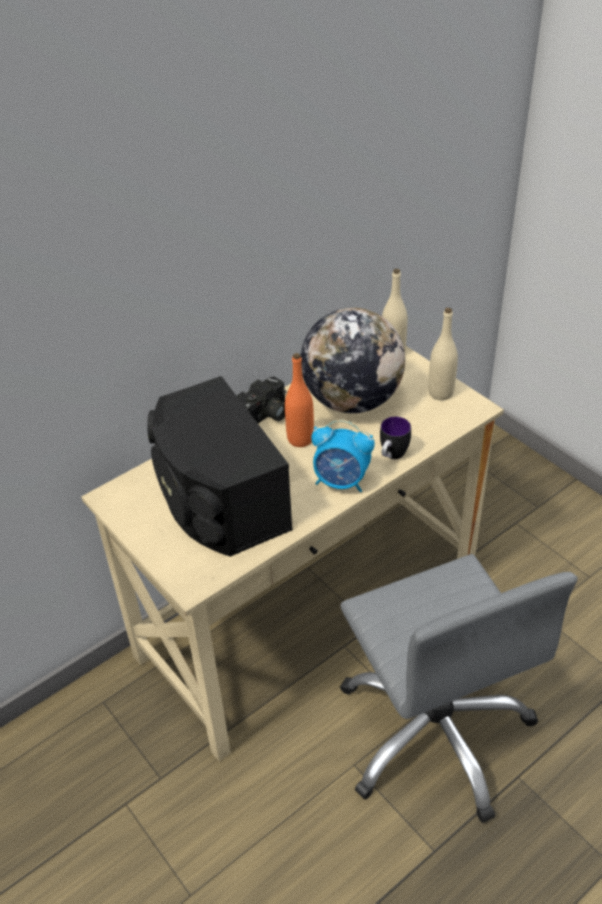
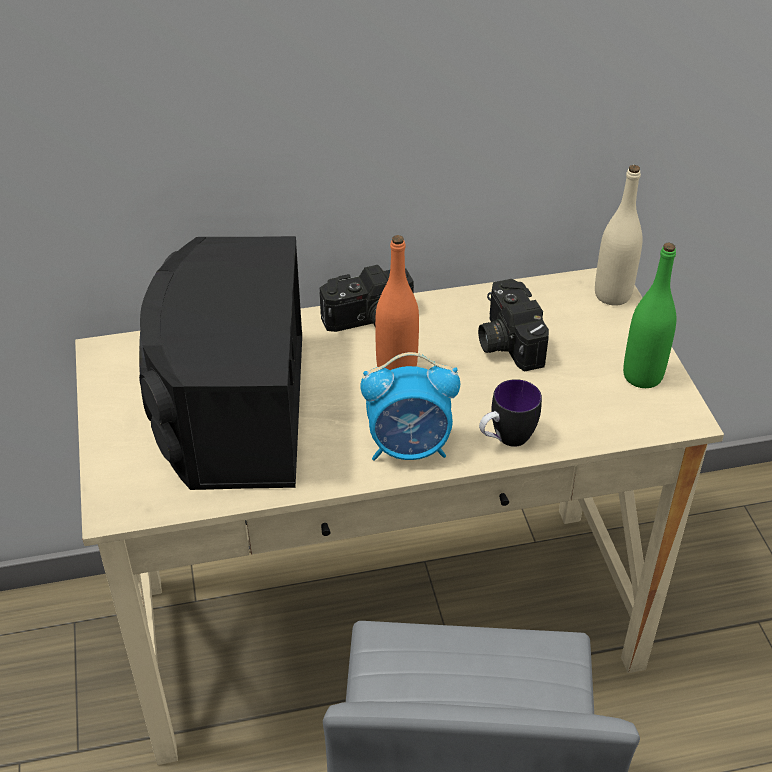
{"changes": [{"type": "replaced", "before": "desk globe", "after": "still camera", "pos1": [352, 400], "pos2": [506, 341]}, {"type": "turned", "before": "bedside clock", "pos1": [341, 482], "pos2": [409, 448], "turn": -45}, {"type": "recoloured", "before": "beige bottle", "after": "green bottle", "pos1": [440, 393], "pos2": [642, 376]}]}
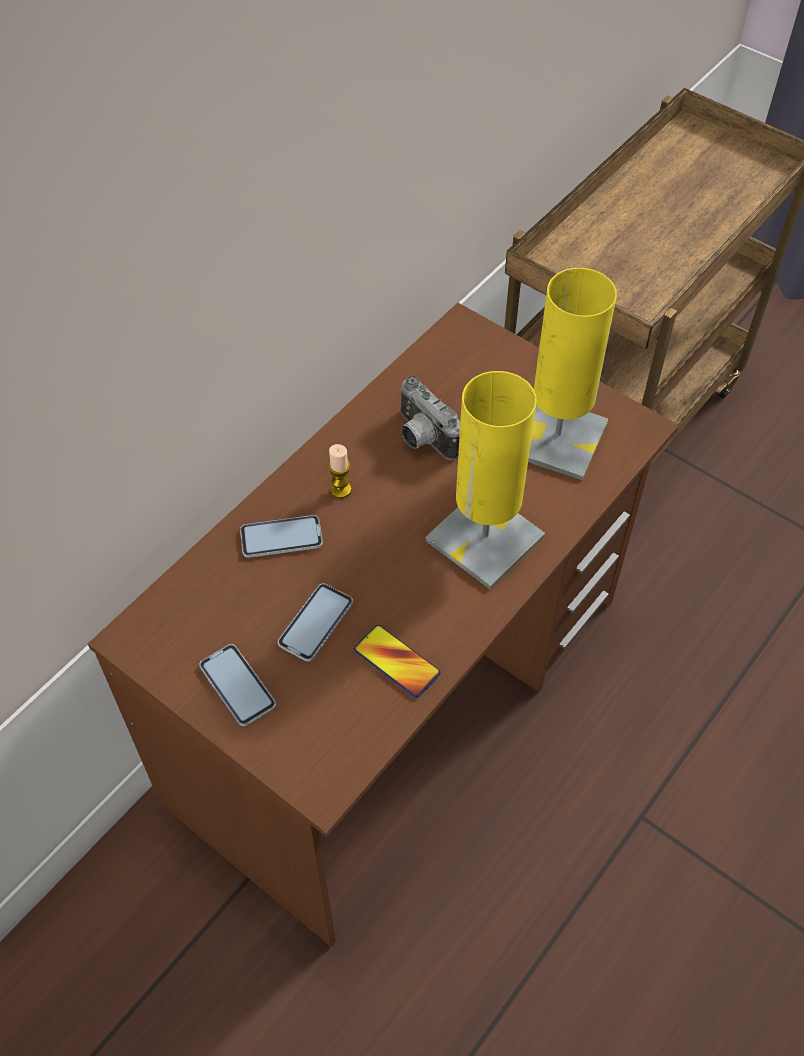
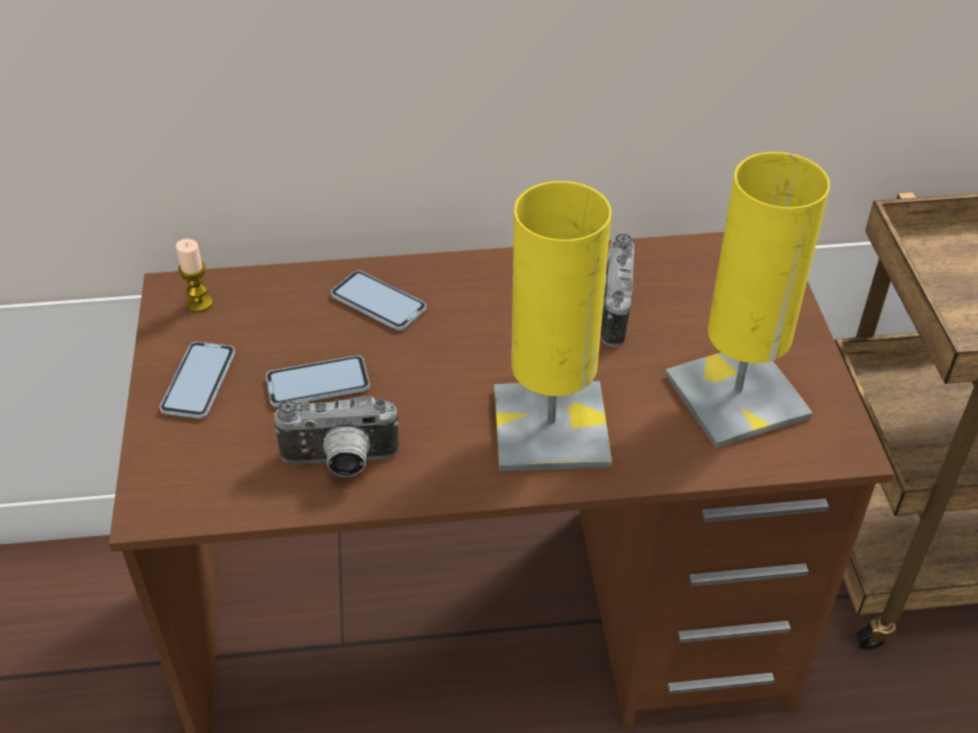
{"changes": [{"type": "moved", "before": "candle", "pos1": [340, 489], "pos2": [199, 303]}, {"type": "replaced", "before": "telephone", "after": "still camera", "pos1": [397, 662], "pos2": [340, 463]}]}
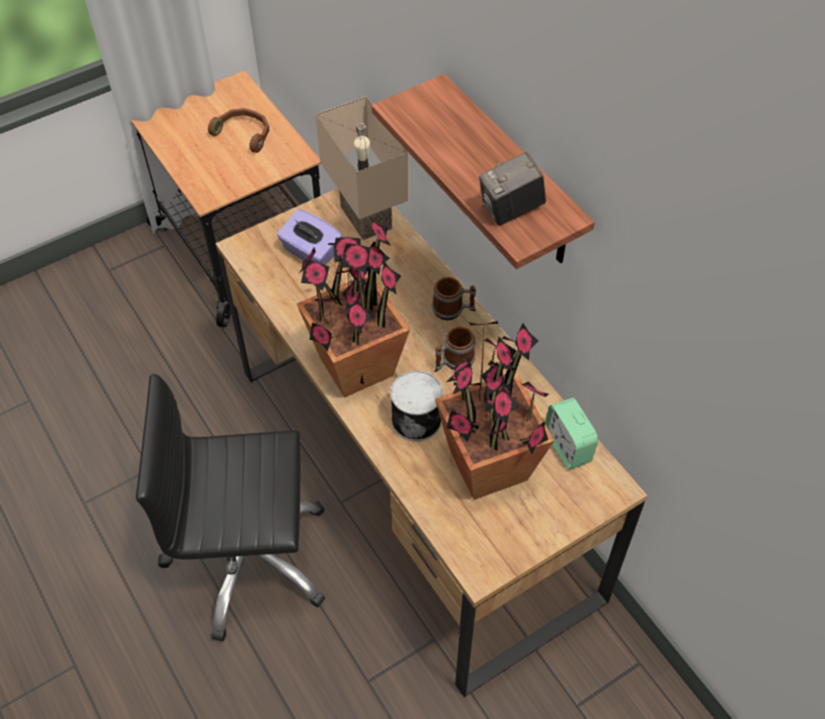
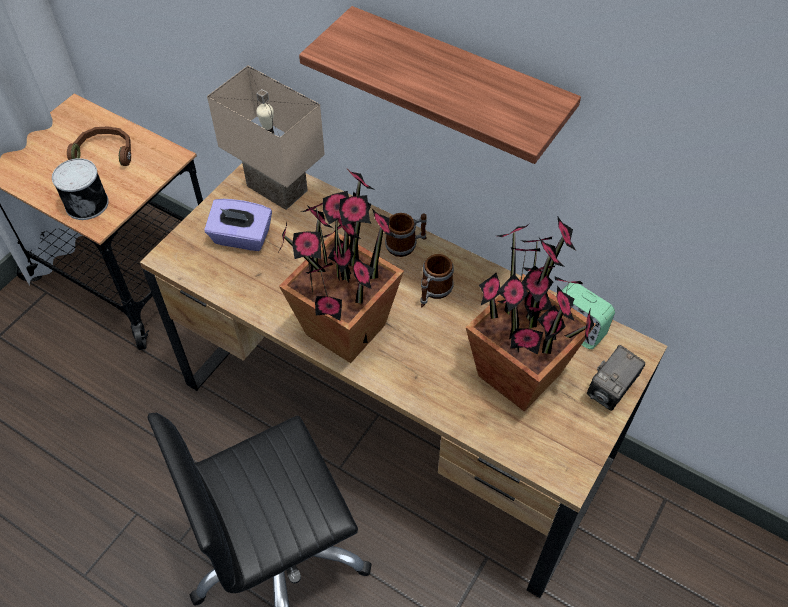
{"changes": [{"type": "moved", "before": "can", "pos1": [417, 419], "pos2": [87, 203]}, {"type": "moved", "before": "still camera", "pos1": [510, 210], "pos2": [610, 391]}]}
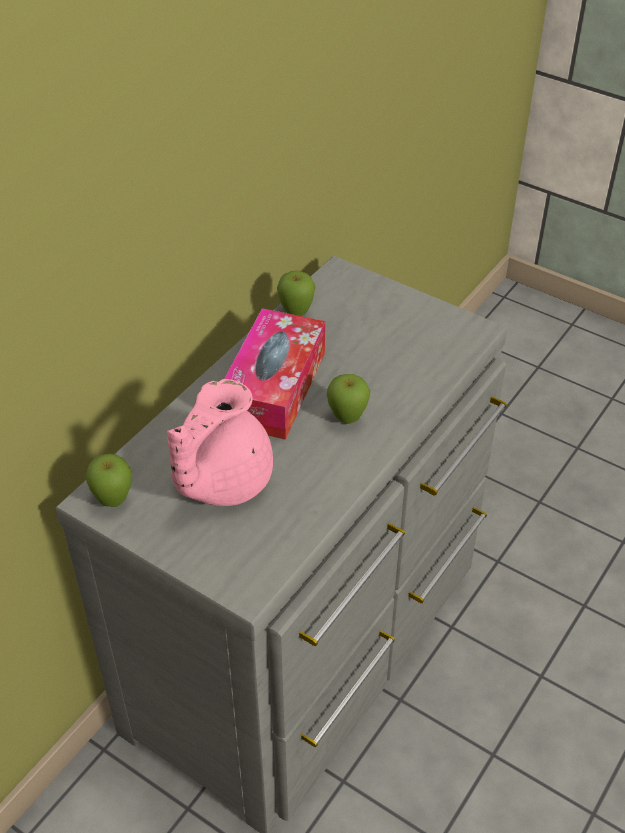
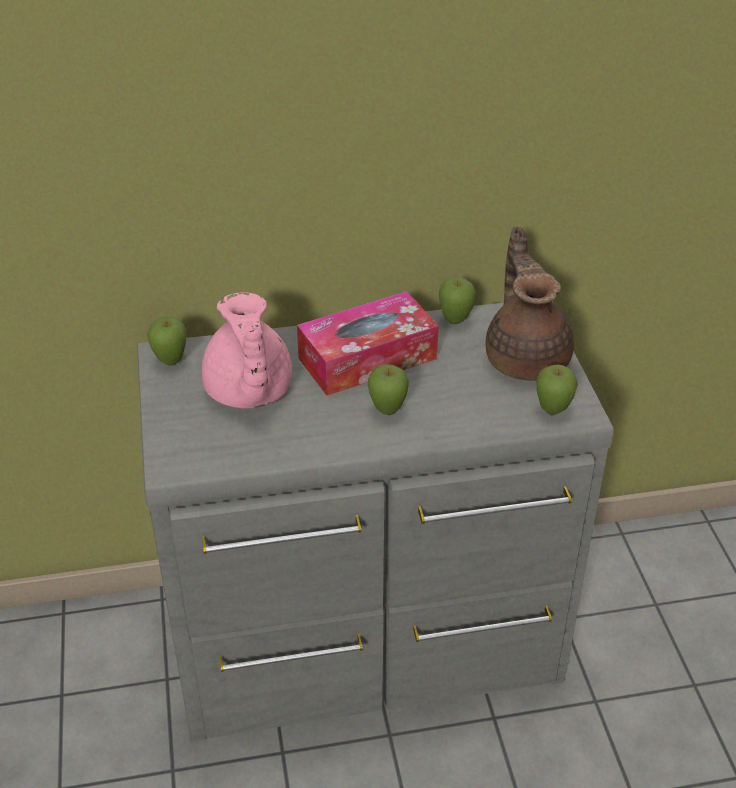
{"changes": [{"type": "turned", "before": "pink pot for tea", "pos1": [220, 481], "pos2": [248, 392], "turn": -90}, {"type": "added", "after": "brown pot for tea", "pos2": [526, 357]}, {"type": "added", "after": "apple", "pos2": [552, 411]}]}
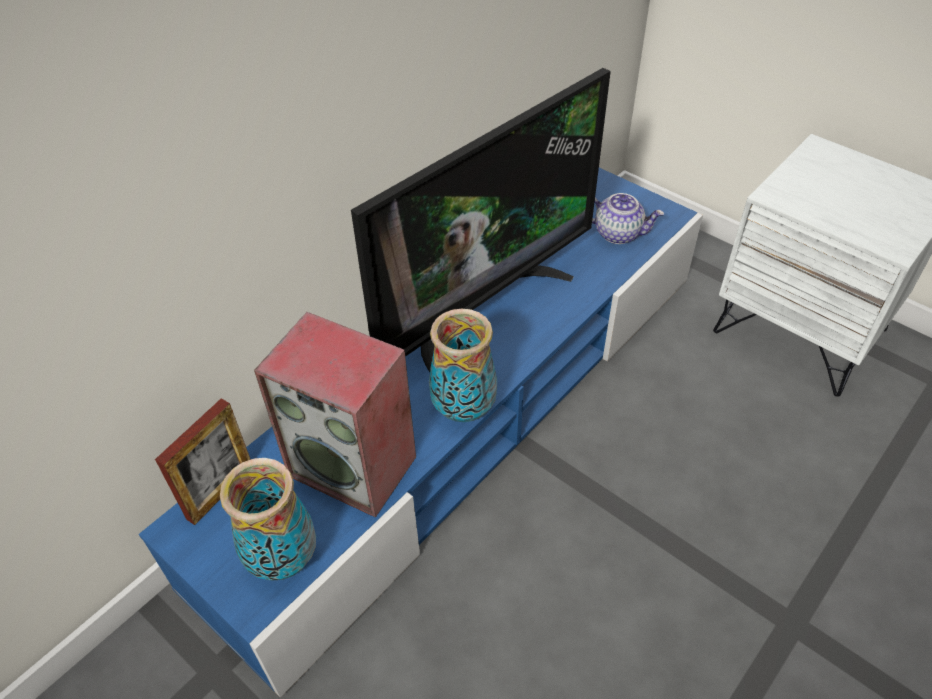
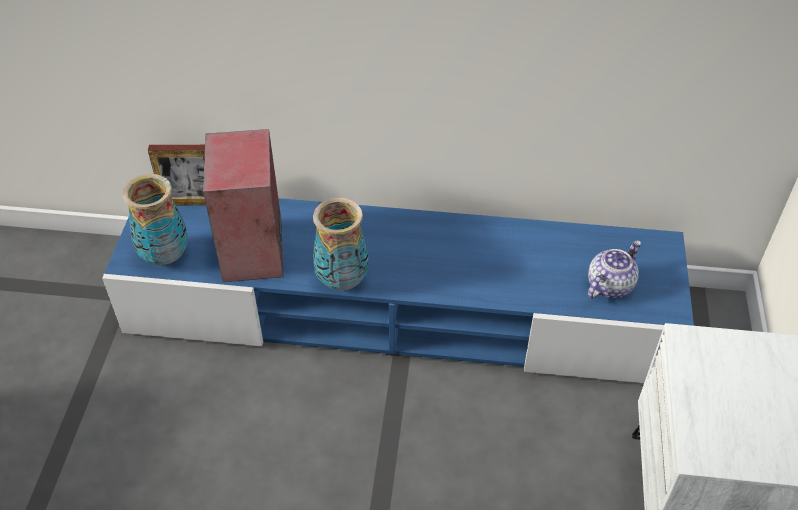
{"changes": [{"type": "removed", "before": "television", "pos1": [482, 307]}, {"type": "turned", "before": "pot for tea", "pos1": [618, 233], "pos2": [609, 285], "turn": -120}]}
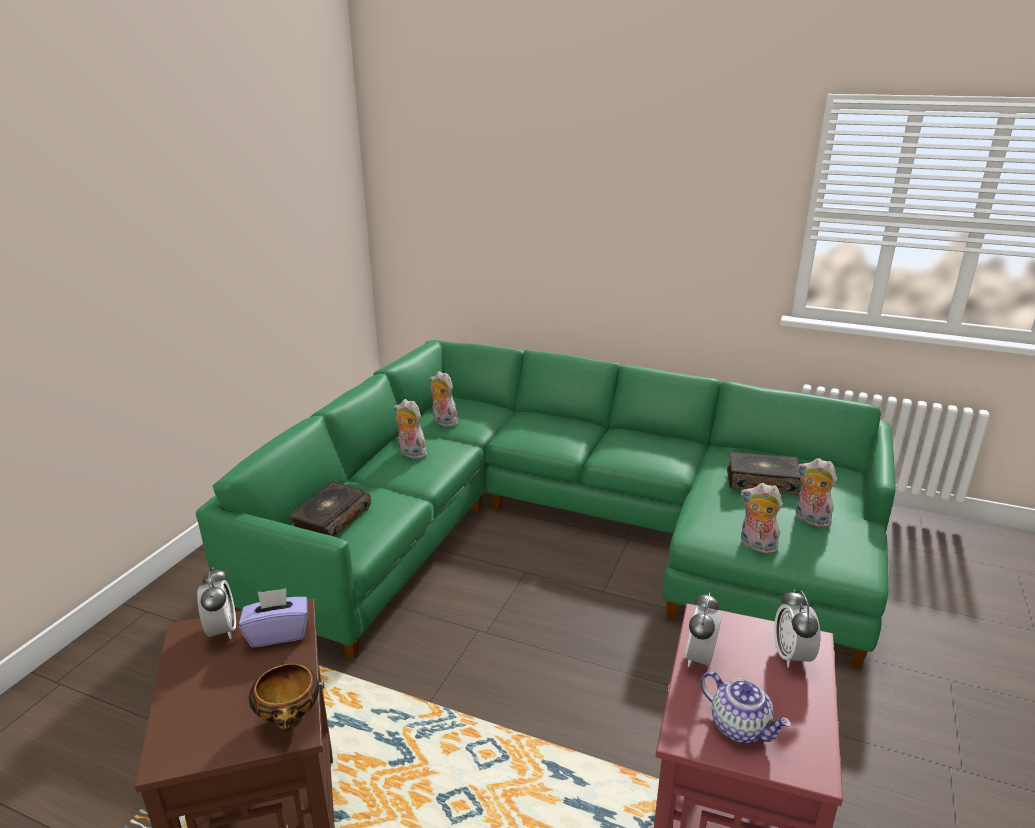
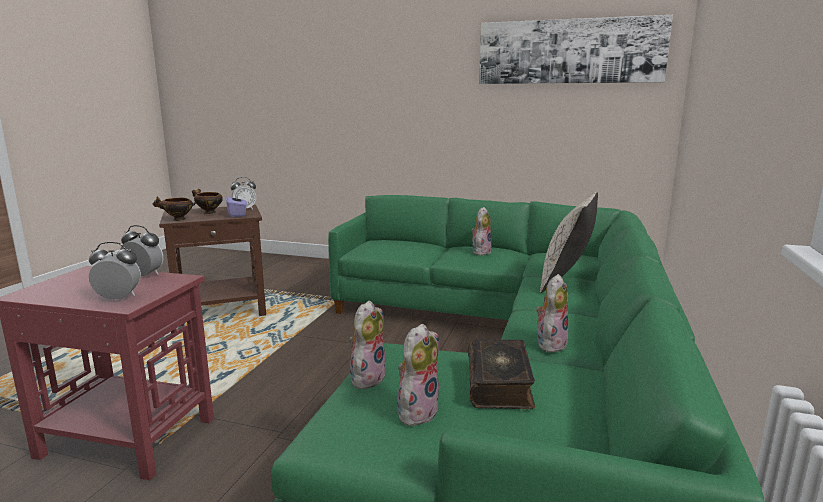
{"changes": [{"type": "removed", "before": "volume", "pos1": [330, 521]}, {"type": "moved", "before": "cuddly toy", "pos1": [443, 422], "pos2": [550, 343]}, {"type": "removed", "before": "pot for tea", "pos1": [740, 727]}, {"type": "added", "after": "deep dish", "pos2": [208, 212]}, {"type": "added", "after": "wall picture", "pos2": [569, 51]}, {"type": "added", "after": "beige throw pillow", "pos2": [566, 280]}]}
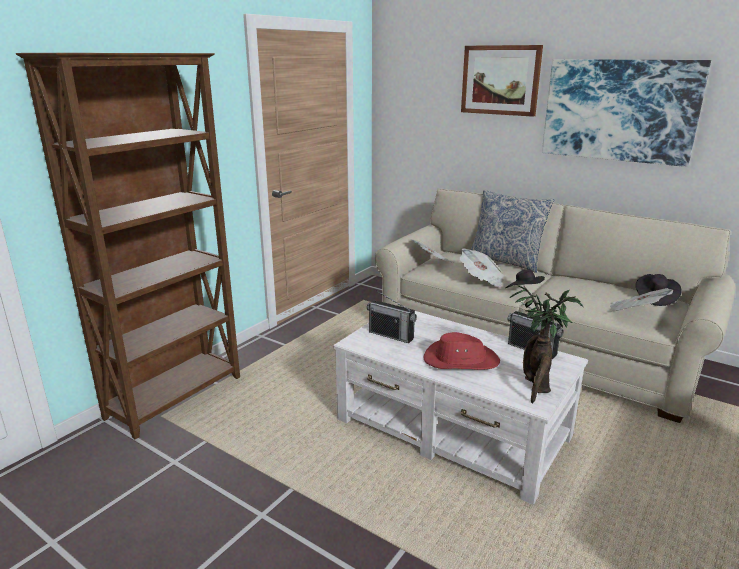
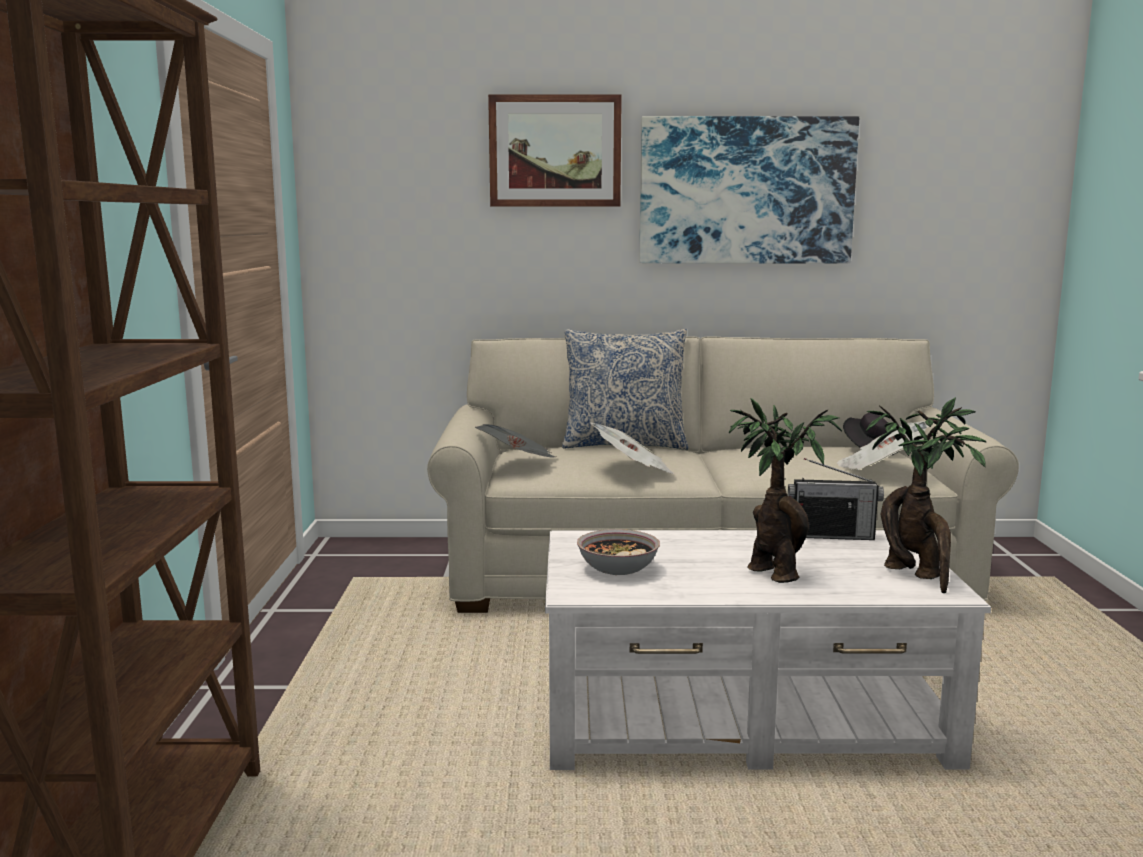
{"changes": [{"type": "replaced", "before": "radio", "after": "deep dish", "pos1": [391, 335], "pos2": [618, 568]}, {"type": "replaced", "before": "red hat", "after": "potted plant", "pos1": [460, 360], "pos2": [771, 572]}, {"type": "removed", "before": "black-coloured hat", "pos1": [524, 292]}]}
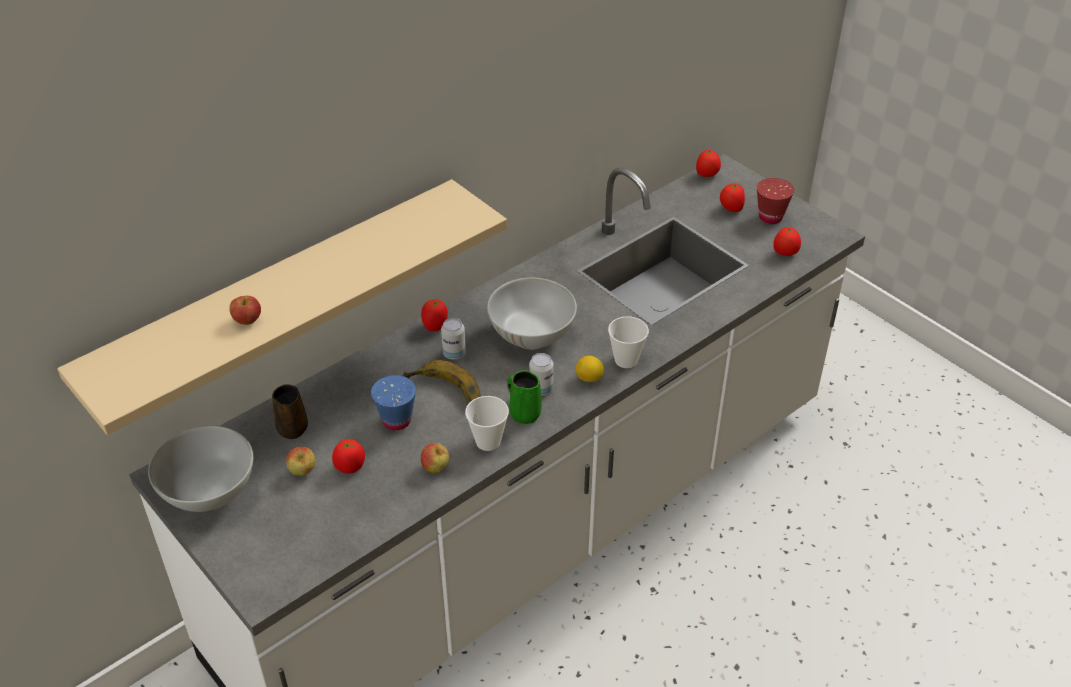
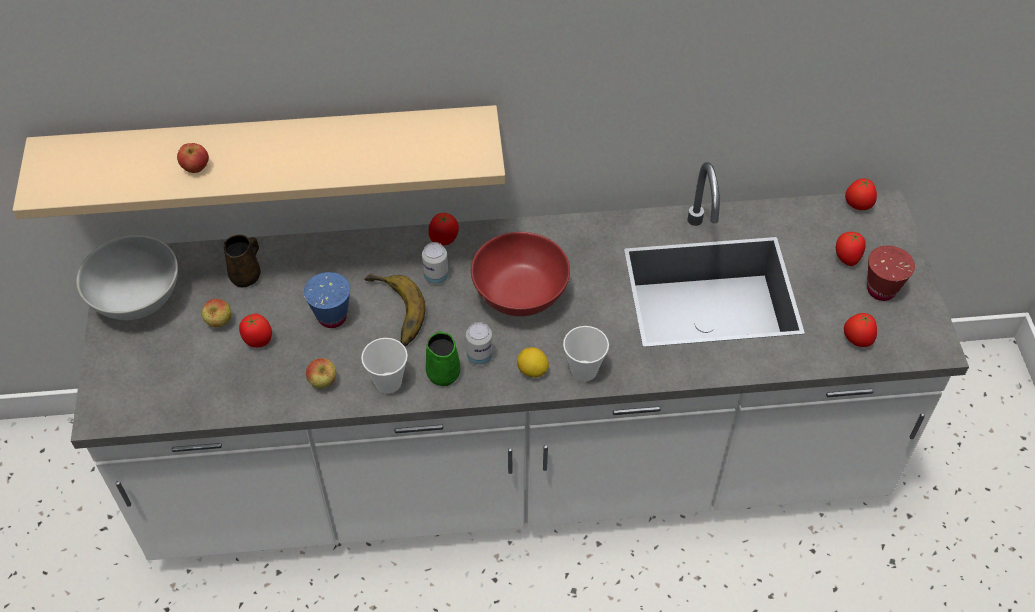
{"changes": [{"type": "recoloured", "before": "whitish deep dish", "after": "red deep dish", "pos1": [532, 335], "pos2": [521, 296]}]}
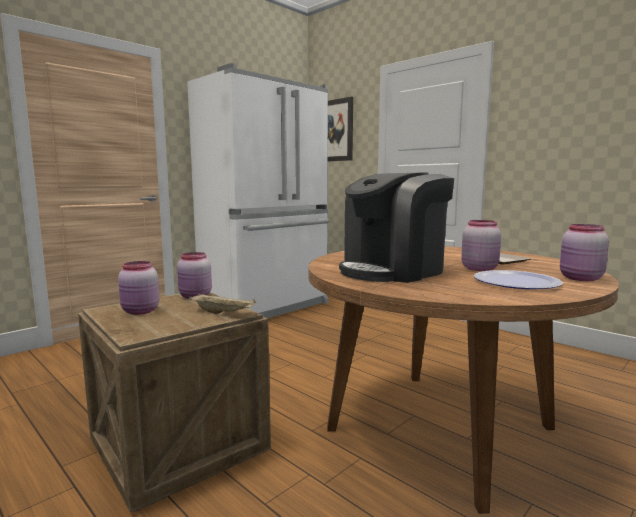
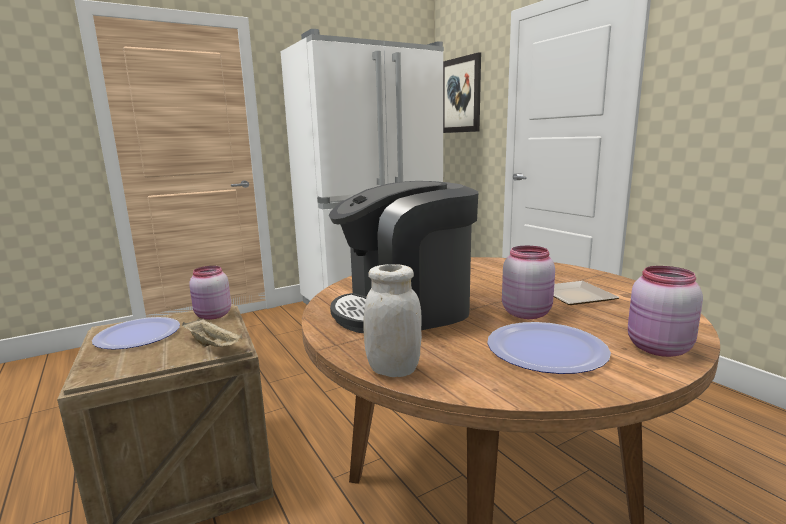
{"changes": [{"type": "replaced", "before": "pink preserve jar", "after": "flat dish", "pos1": [140, 311], "pos2": [138, 335]}, {"type": "added", "after": "whitish preserve jar", "pos2": [393, 370]}]}
